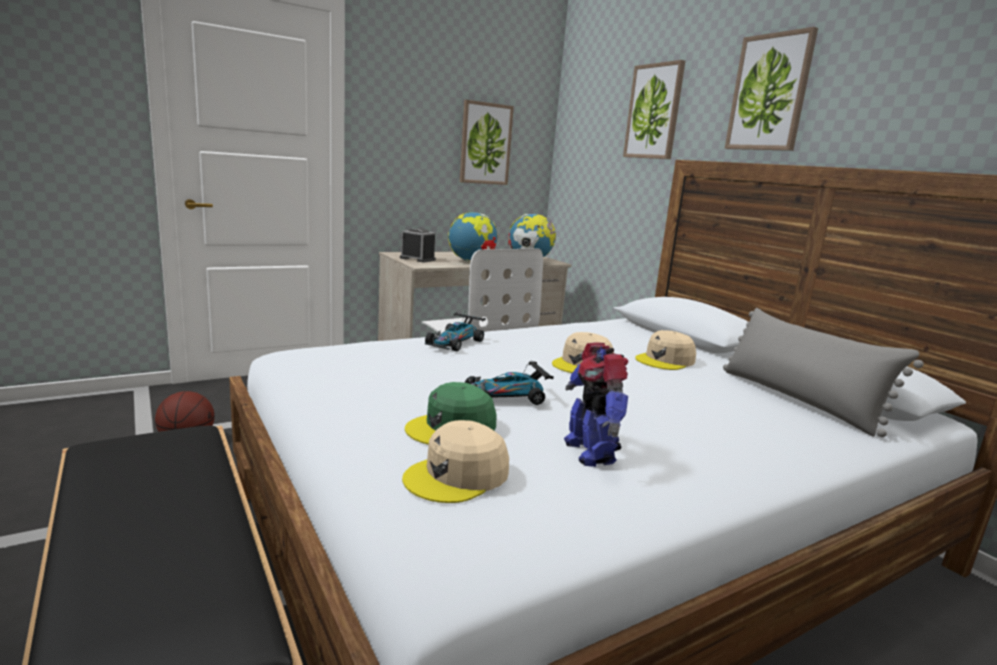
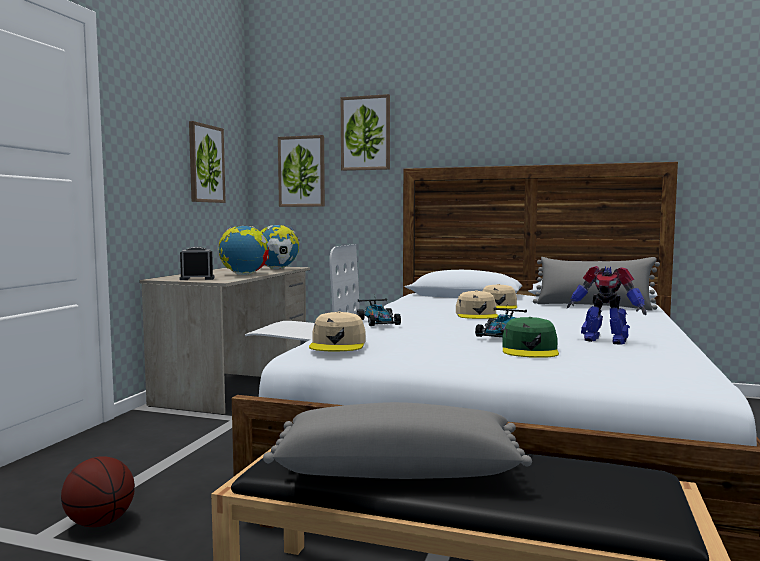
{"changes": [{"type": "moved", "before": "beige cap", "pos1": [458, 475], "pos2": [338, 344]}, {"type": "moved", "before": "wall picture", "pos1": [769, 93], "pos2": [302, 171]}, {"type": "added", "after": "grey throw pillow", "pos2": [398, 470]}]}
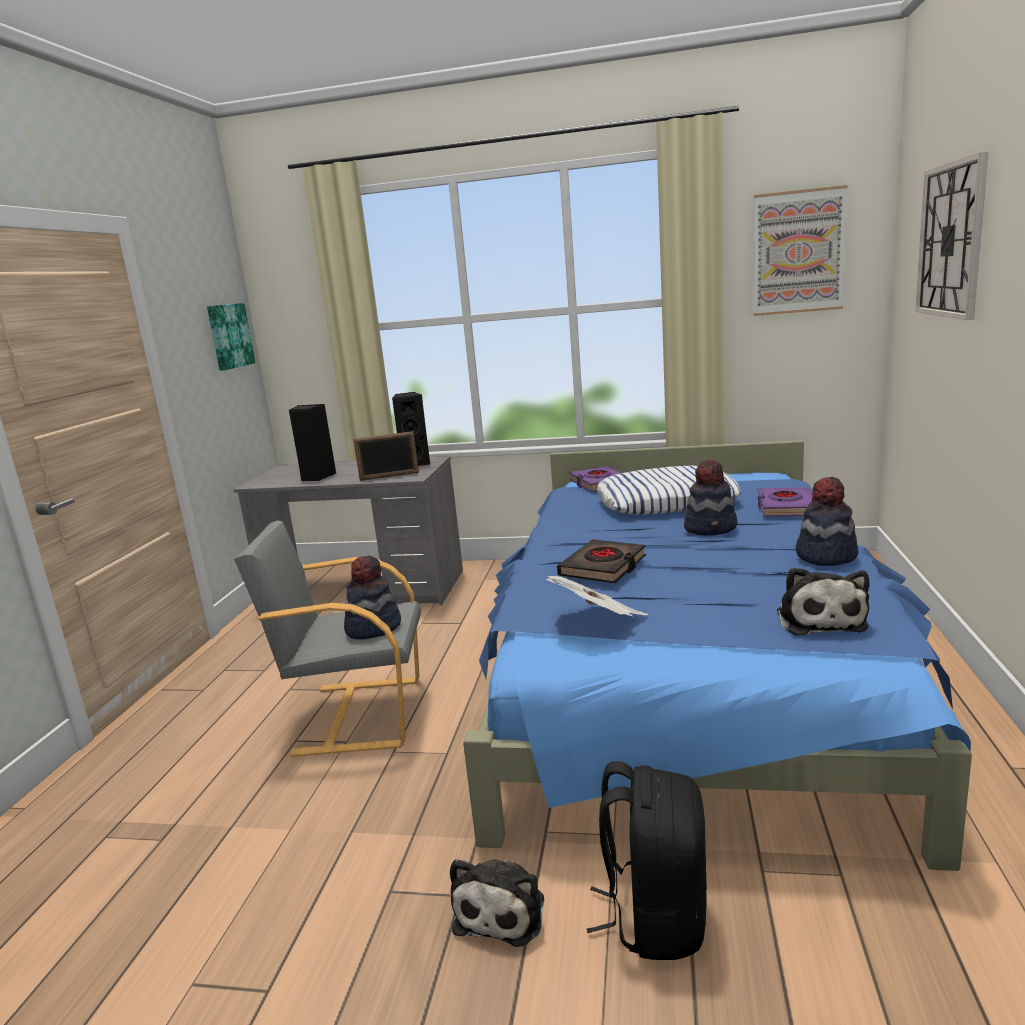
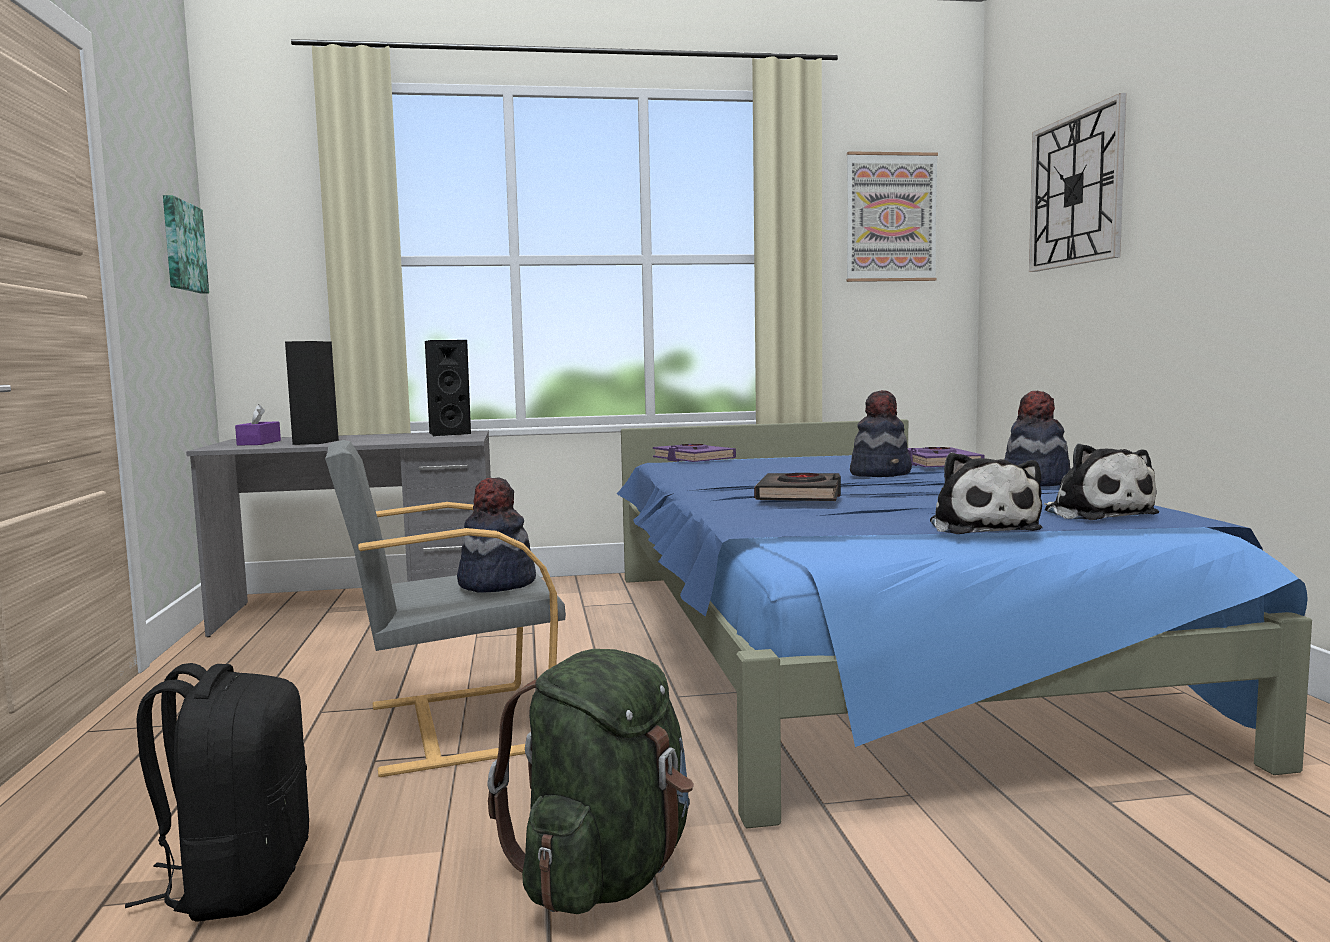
{"changes": [{"type": "removed", "before": "picture frame", "pos1": [389, 476]}, {"type": "moved", "before": "cuddly toy", "pos1": [502, 910], "pos2": [982, 527]}, {"type": "removed", "before": "daily paper", "pos1": [598, 620]}, {"type": "moved", "before": "black-coloured knapsack", "pos1": [655, 917], "pos2": [237, 882]}, {"type": "removed", "before": "throw pillow", "pos1": [667, 501]}, {"type": "added", "after": "purple tissue holder", "pos2": [259, 443]}, {"type": "added", "after": "green knapsack", "pos2": [606, 873]}]}
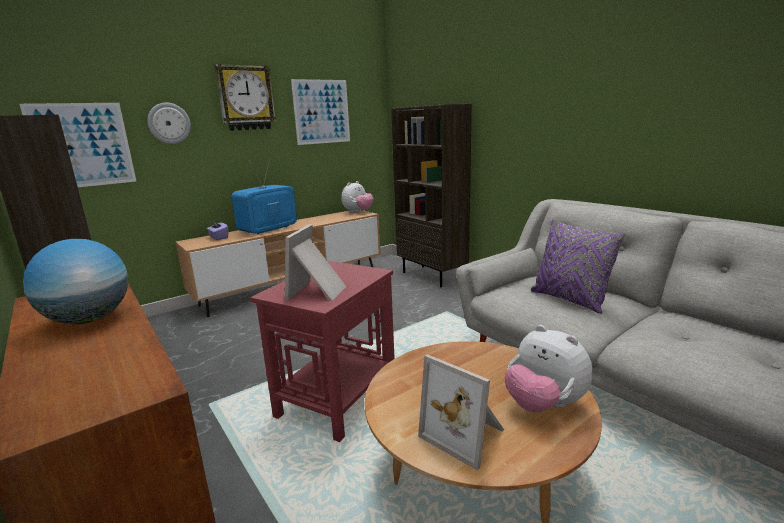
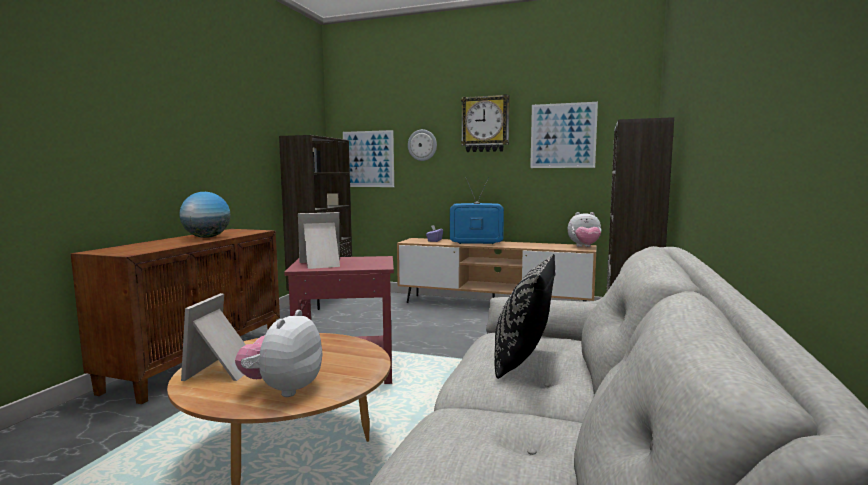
{"changes": [{"type": "recoloured", "before": "purple throw pillow", "after": "black-coloured throw pillow", "pos1": [569, 300], "pos2": [522, 361]}]}
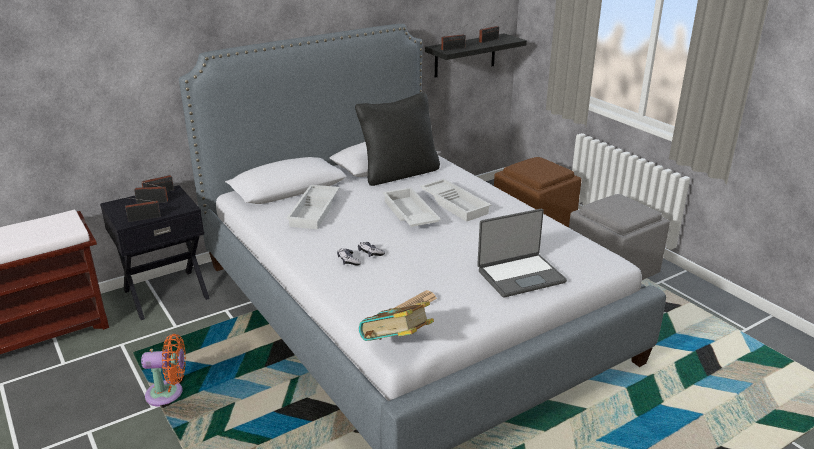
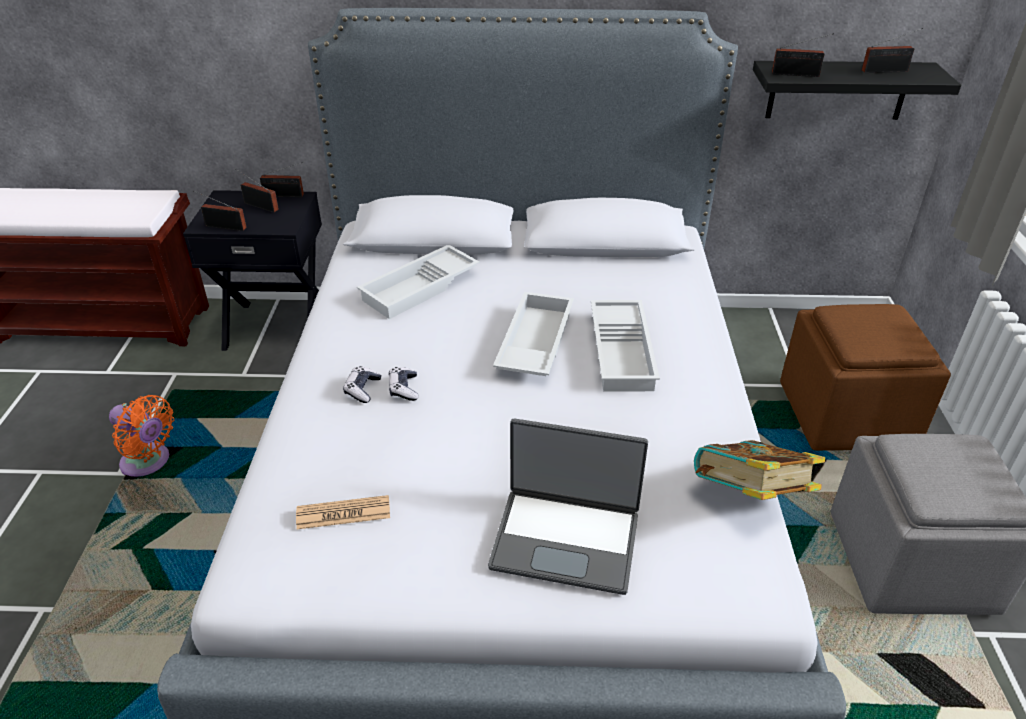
{"changes": [{"type": "removed", "before": "black-coloured throw pillow", "pos1": [399, 173]}, {"type": "moved", "before": "volume", "pos1": [396, 345], "pos2": [749, 498]}]}
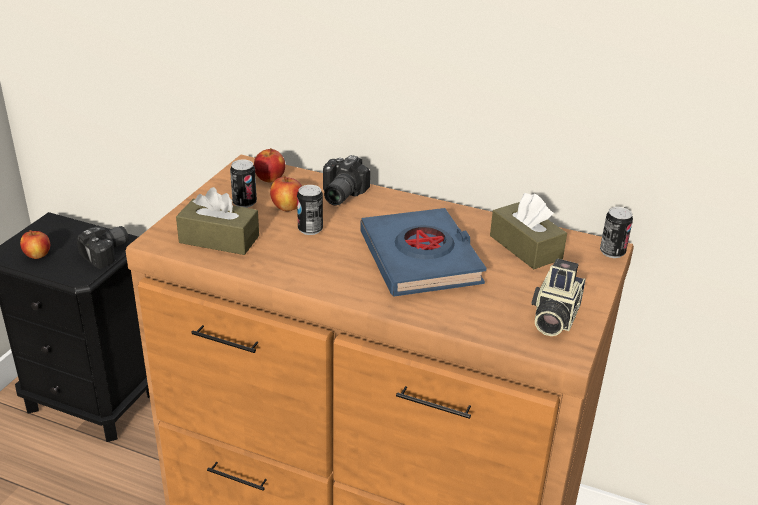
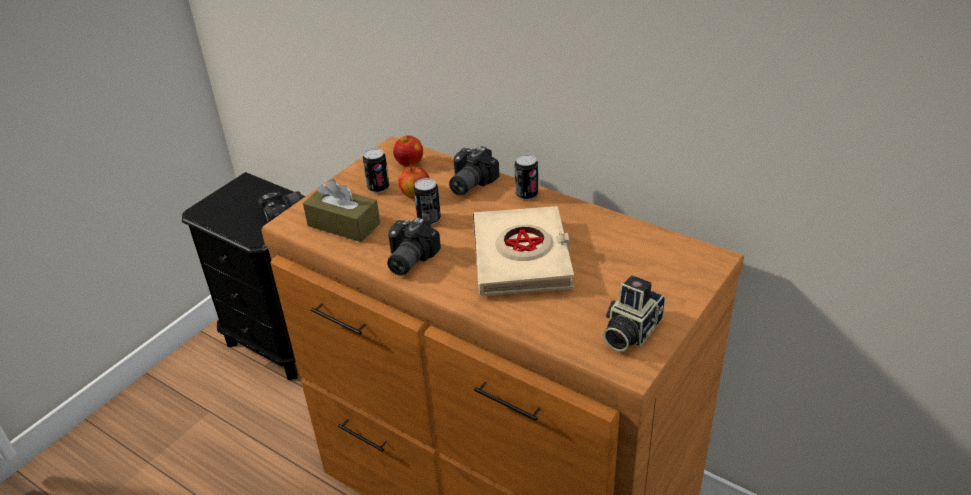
{"changes": [{"type": "removed", "before": "apple", "pos1": [38, 255]}, {"type": "recoloured", "before": "blue volume", "after": "beige volume", "pos1": [421, 259], "pos2": [522, 258]}, {"type": "removed", "before": "brown tissue holder", "pos1": [525, 247]}, {"type": "moved", "before": "can", "pos1": [612, 252], "pos2": [526, 194]}, {"type": "added", "after": "still camera", "pos2": [407, 259]}]}
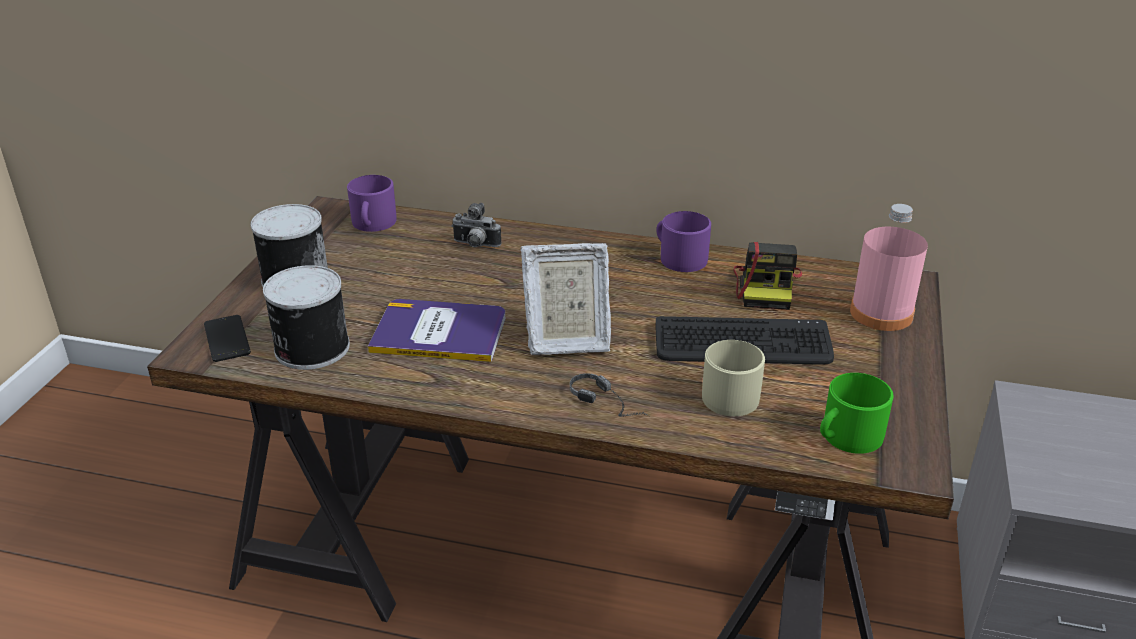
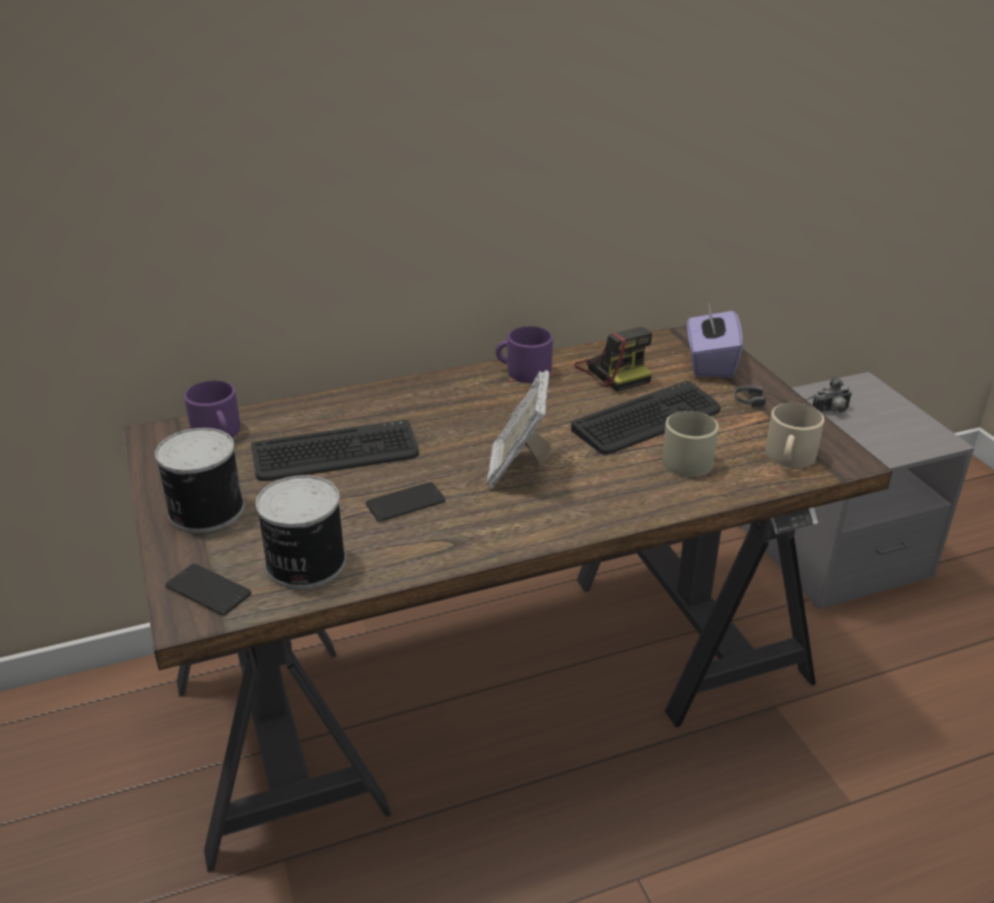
{"changes": [{"type": "replaced", "before": "volume", "after": "telephone", "pos1": [439, 332], "pos2": [406, 503]}, {"type": "moved", "before": "still camera", "pos1": [475, 245], "pos2": [832, 411]}, {"type": "turned", "before": "picture frame", "pos1": [566, 341], "pos2": [518, 468], "turn": 135}, {"type": "moved", "before": "headset", "pos1": [613, 406], "pos2": [776, 402]}, {"type": "recoloured", "before": "green coffee mug", "after": "beige coffee mug", "pos1": [846, 436], "pos2": [789, 457]}, {"type": "replaced", "before": "pink bottle", "after": "purple tissue holder", "pos1": [881, 313], "pos2": [710, 363]}, {"type": "added", "after": "keyboard", "pos2": [335, 453]}]}
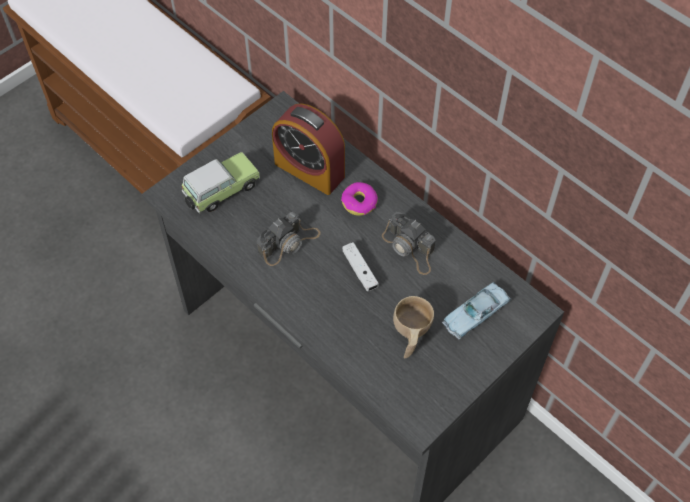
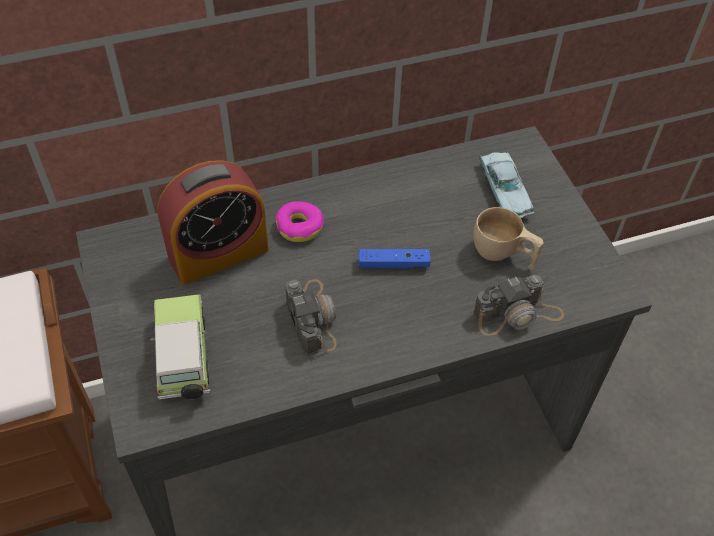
{"changes": [{"type": "recoloured", "before": "whitish gamepad", "after": "blue gamepad", "pos1": [360, 270], "pos2": [393, 264]}, {"type": "moved", "before": "still camera", "pos1": [410, 248], "pos2": [517, 314]}]}
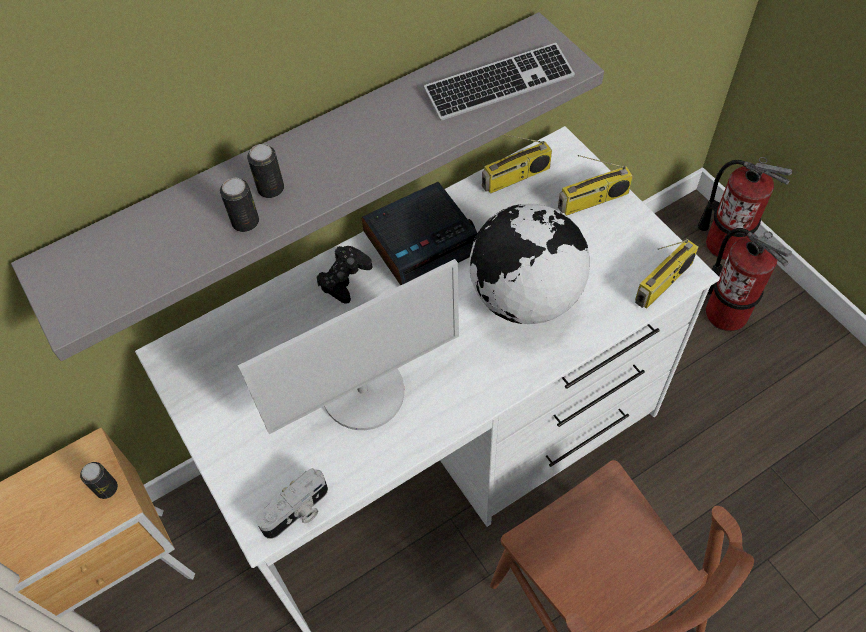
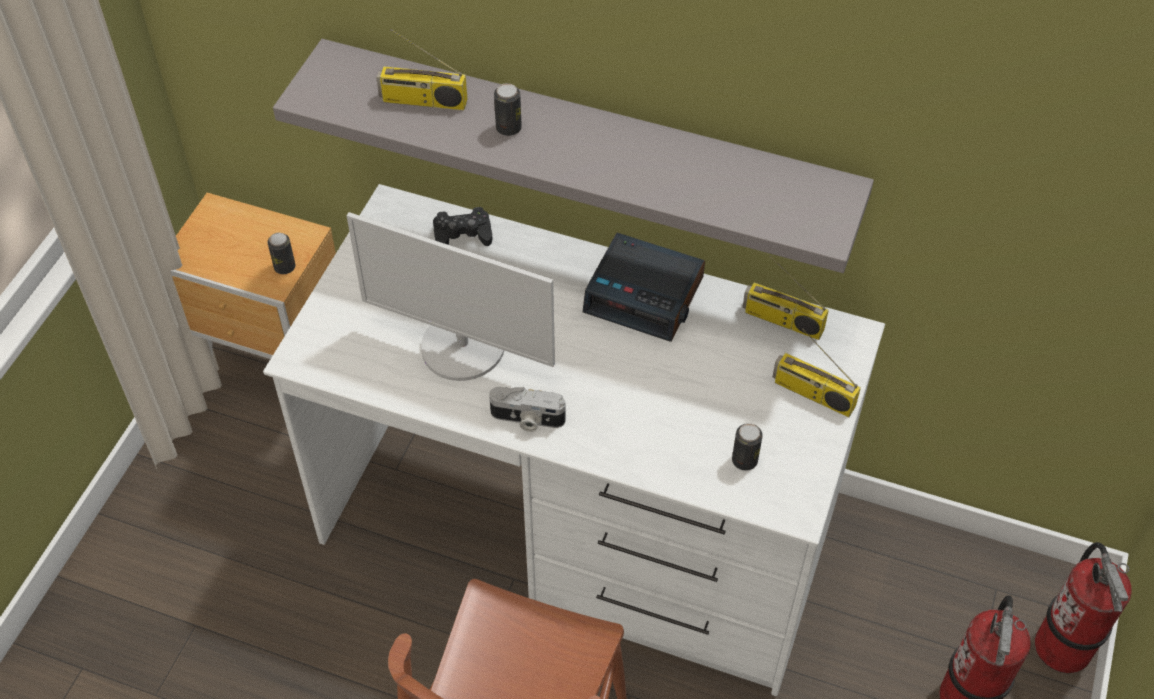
{"changes": [{"type": "moved", "before": "can", "pos1": [245, 222], "pos2": [744, 460]}, {"type": "moved", "before": "still camera", "pos1": [298, 512], "pos2": [527, 419]}, {"type": "moved", "before": "black-coloured gamepad", "pos1": [344, 278], "pos2": [462, 234]}, {"type": "removed", "before": "keyboard", "pos1": [499, 85]}, {"type": "removed", "before": "desk globe", "pos1": [525, 297]}, {"type": "moved", "before": "radio", "pos1": [663, 283], "pos2": [423, 101]}]}
